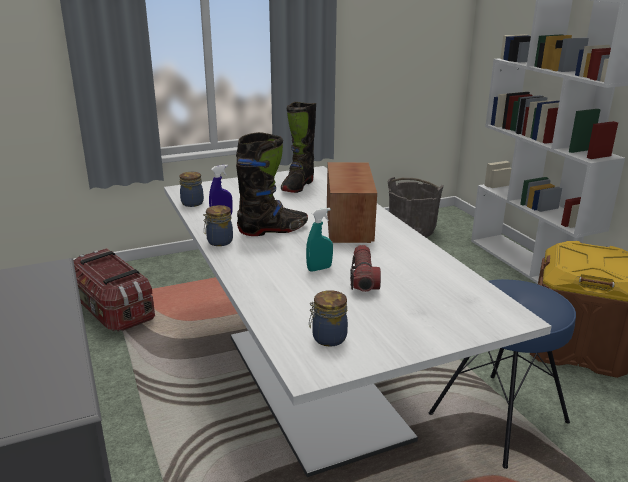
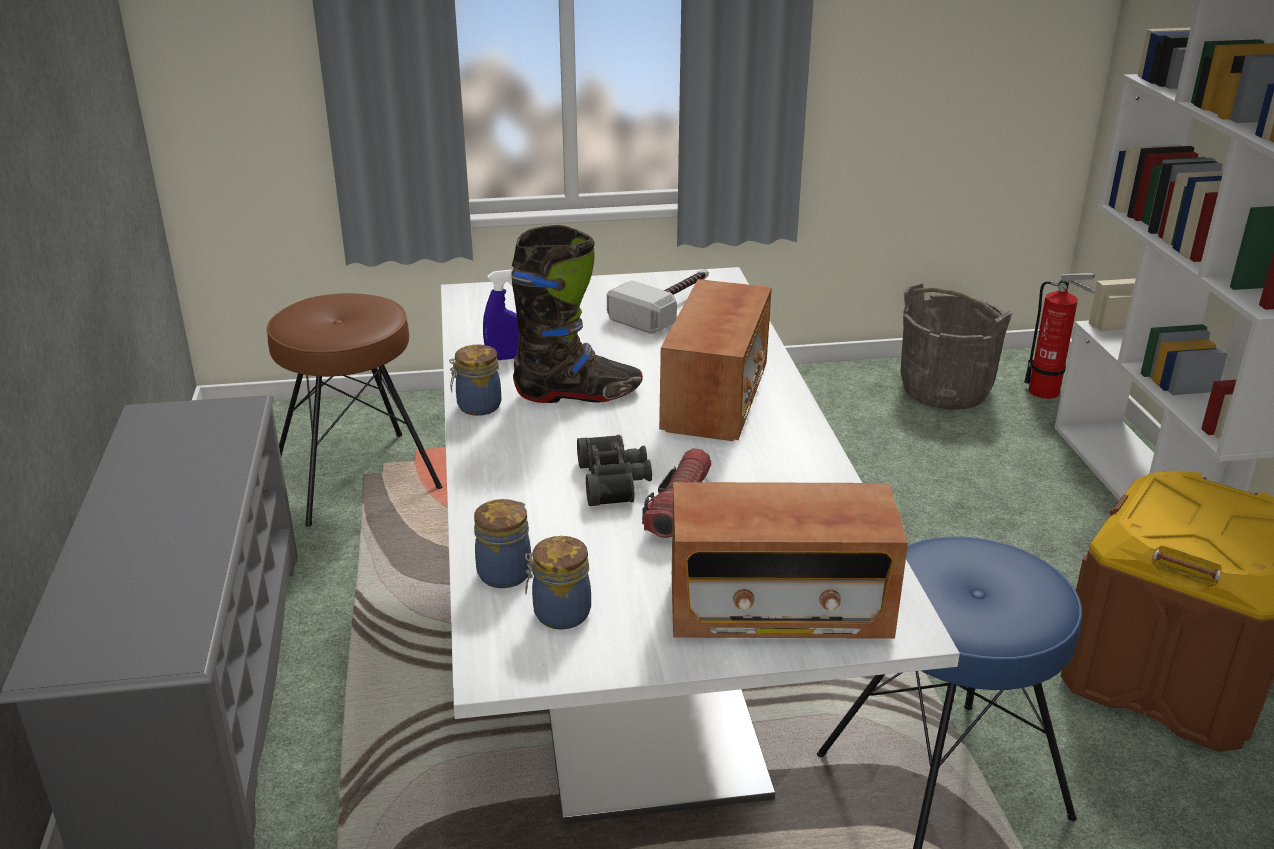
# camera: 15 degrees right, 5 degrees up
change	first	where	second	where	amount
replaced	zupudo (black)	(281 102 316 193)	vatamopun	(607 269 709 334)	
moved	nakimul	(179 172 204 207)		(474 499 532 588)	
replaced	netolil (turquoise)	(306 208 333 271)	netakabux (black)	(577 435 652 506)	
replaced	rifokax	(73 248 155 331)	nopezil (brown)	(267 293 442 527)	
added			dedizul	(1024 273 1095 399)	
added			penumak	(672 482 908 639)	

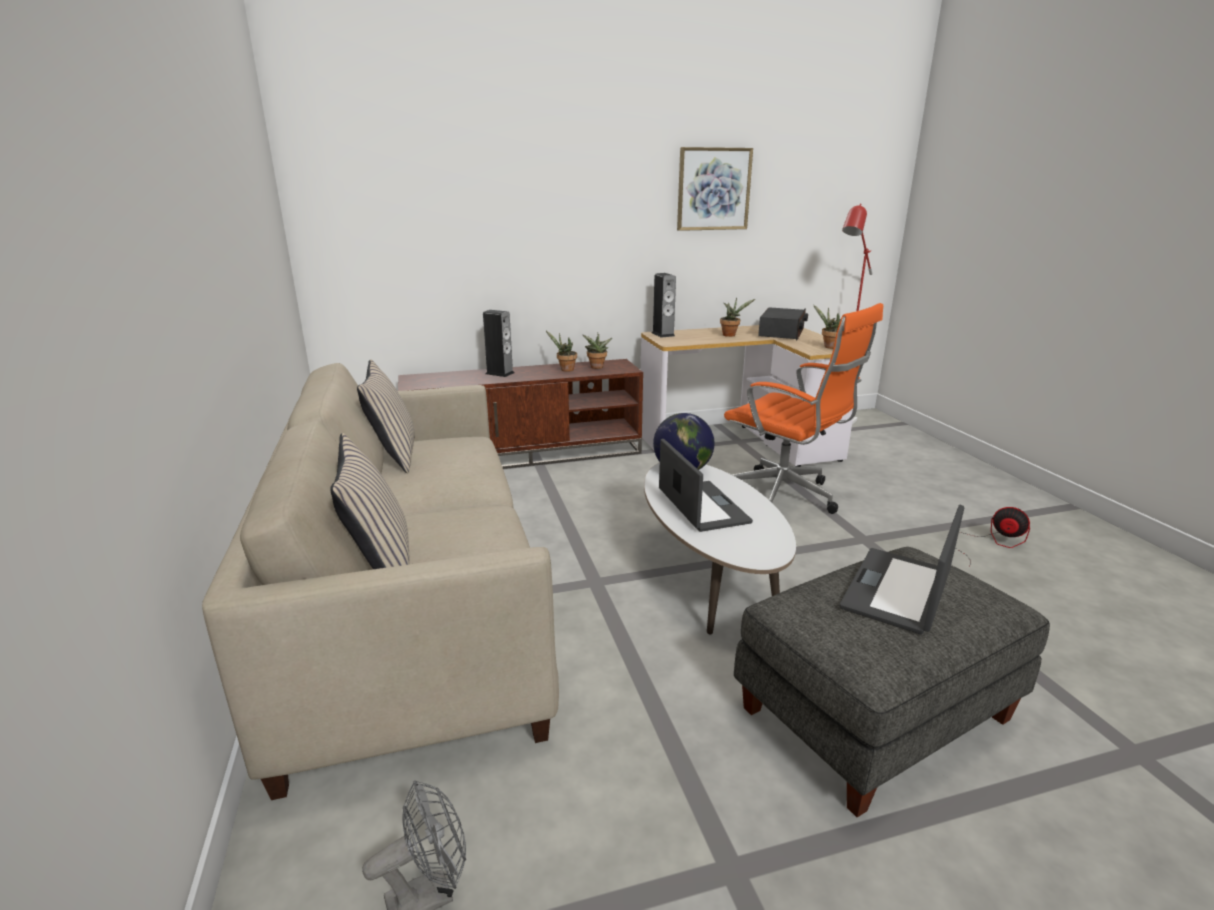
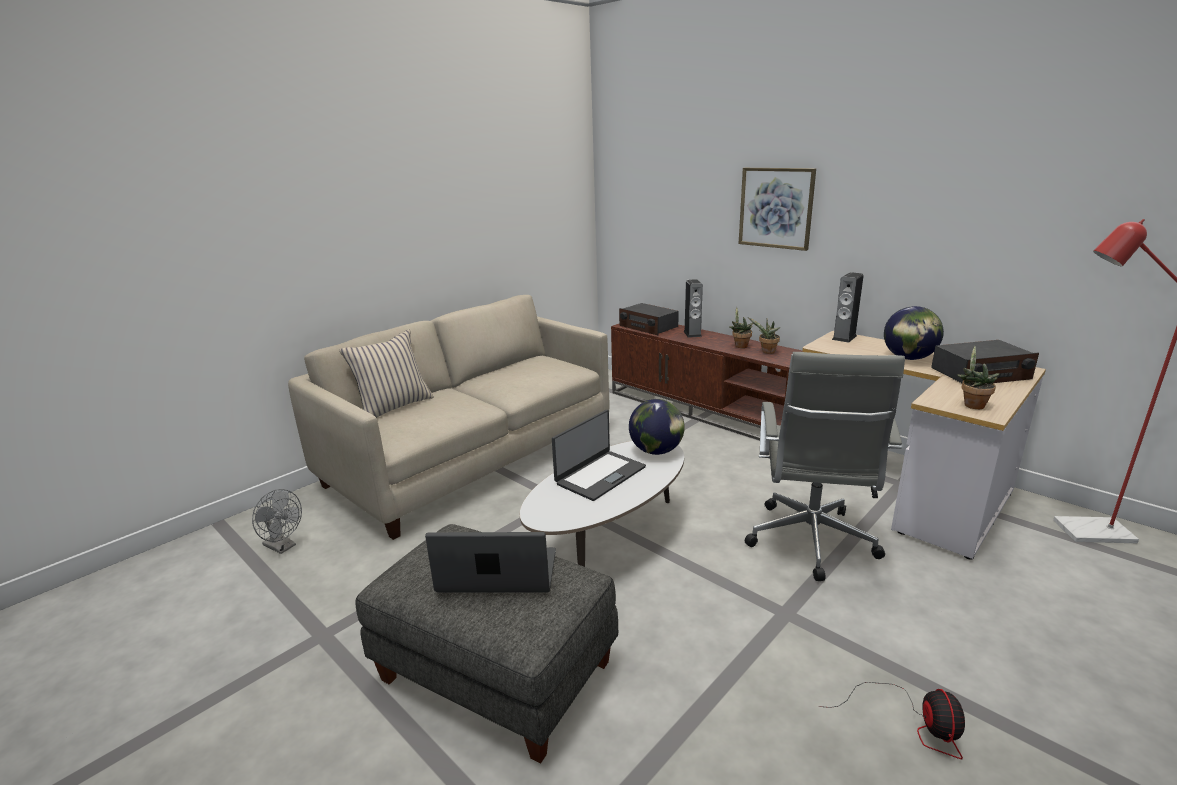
# camera: 60 degrees right, 0 degrees up
change	first	where	second	where	amount
moved	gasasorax	(677 147 753 231)		(739 168 816 251)	
replaced	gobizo	(720 298 755 337)	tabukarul	(884 306 944 360)	
recoloured	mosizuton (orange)	(724 303 883 514)	mosizuton (grey)	(745 352 905 581)	
removed	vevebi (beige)	(357 360 415 473)			
added			penumak	(619 303 679 335)	

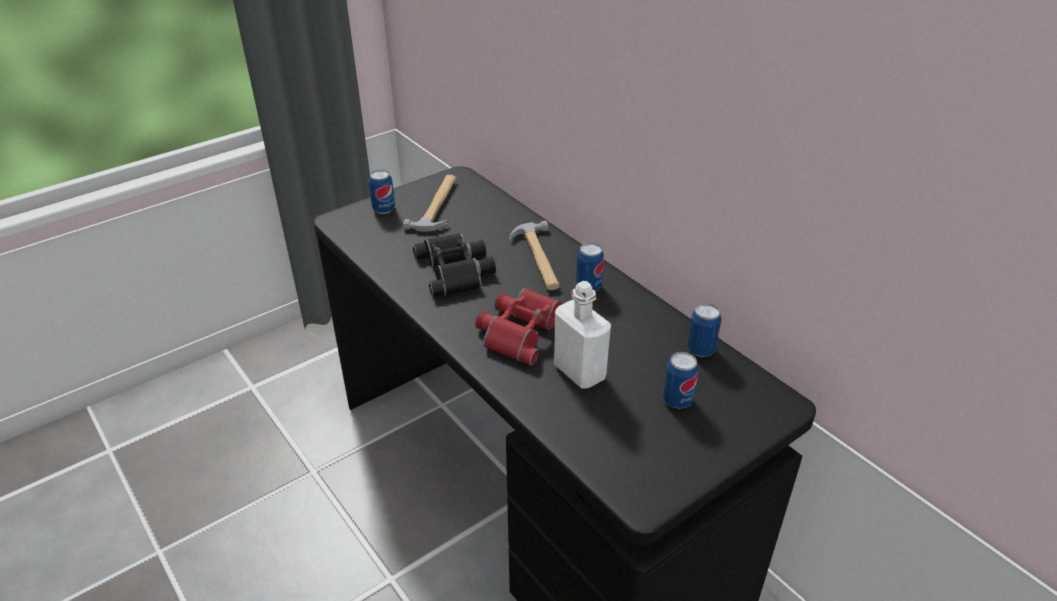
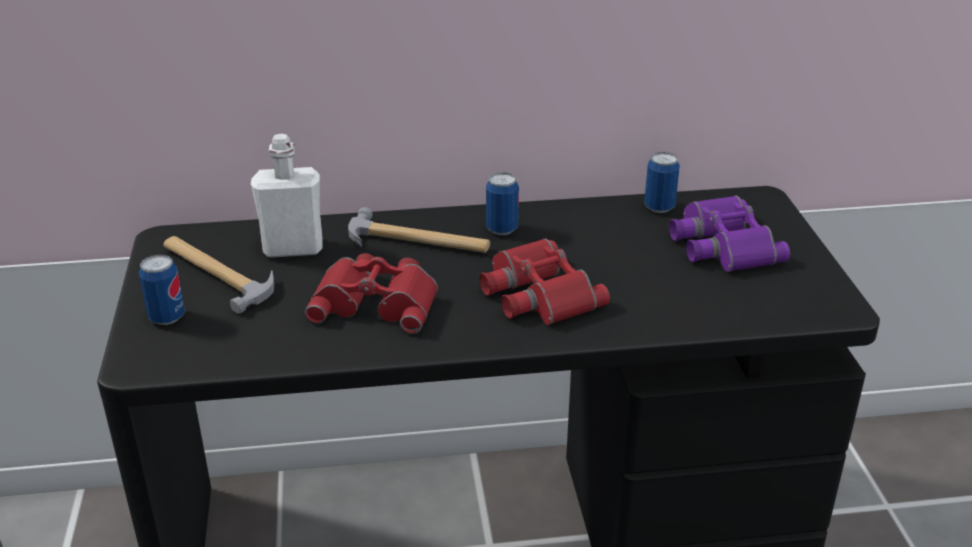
# camera: 60 degrees left, 5 degrees down
change	first	where	second	where	amount
recoloured	netakabux (black)	(413 233 496 297)	netakabux (red)	(305 253 438 334)	
moved	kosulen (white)	(554 281 611 389)		(251 134 323 258)	
replaced	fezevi	(663 352 699 409)	netakabux (purple)	(669 195 790 272)	

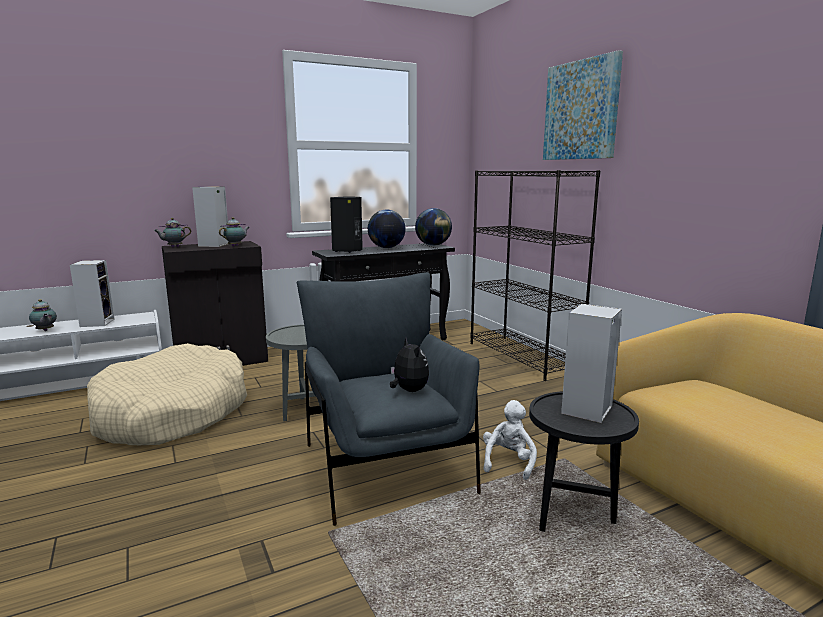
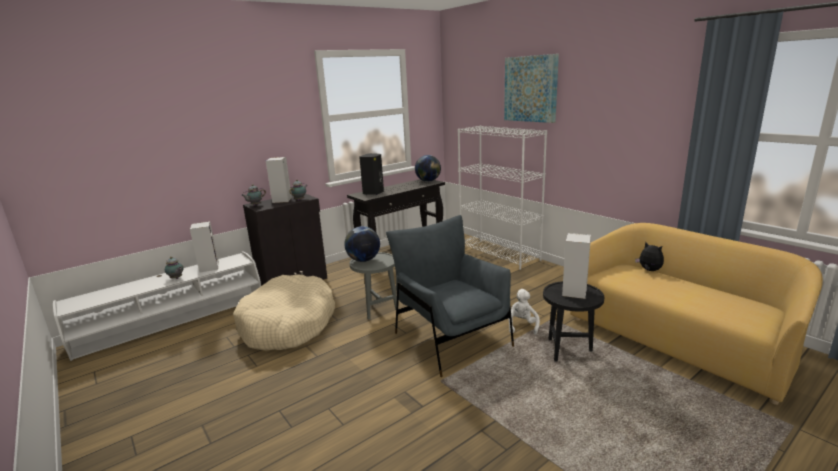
# camera: 10 degrees left, 5 degrees up
change	first	where	second	where	amount
recoloured	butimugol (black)	(470 170 600 381)	butimugol (white)	(458 125 547 270)	
moved	tabukarul	(368 210 406 248)		(344 226 380 262)	
moved	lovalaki	(390 338 429 392)		(635 242 664 271)	

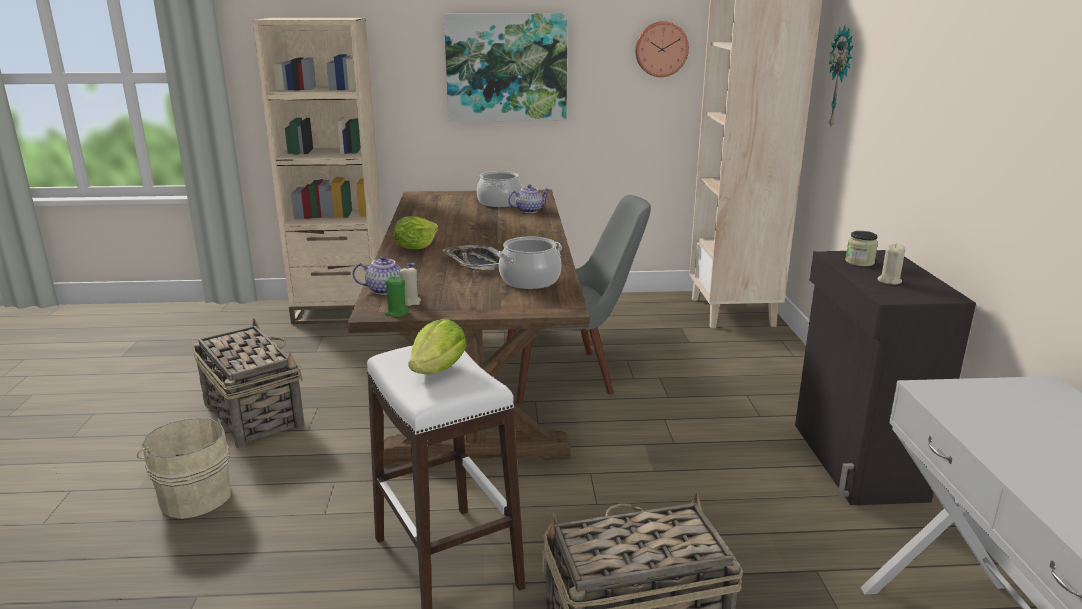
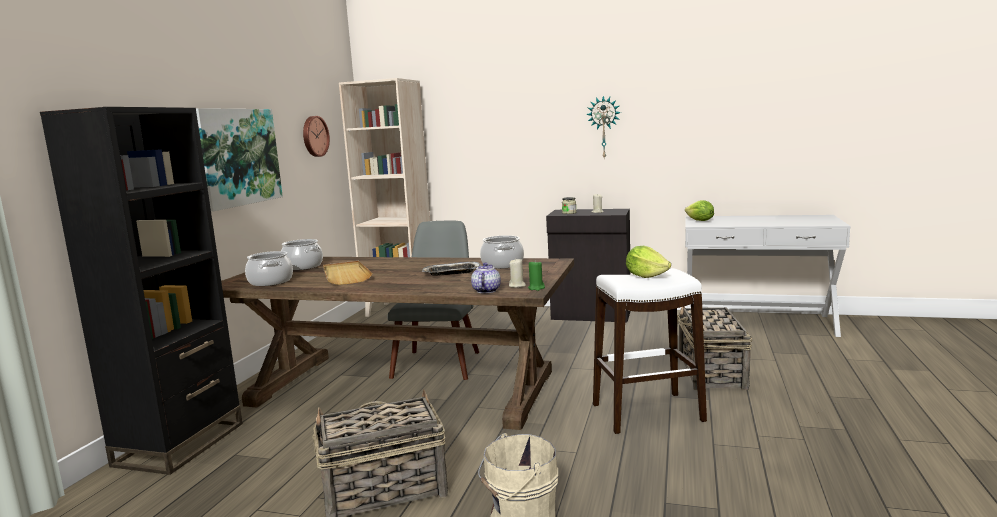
# camera: 70 degrees left, 10 degrees down
change	first	where	second	where	amount
recoloured	butimugol (beige)	(252 18 383 324)	butimugol (black)	(40 107 243 475)	
moved	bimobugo	(828 26 853 129)		(586 96 621 160)	
removed	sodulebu	(508 184 550 213)			
moved	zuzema	(394 216 438 249)		(685 200 714 221)	
added			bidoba	(245 251 293 286)	
added			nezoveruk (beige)	(323 261 372 285)	

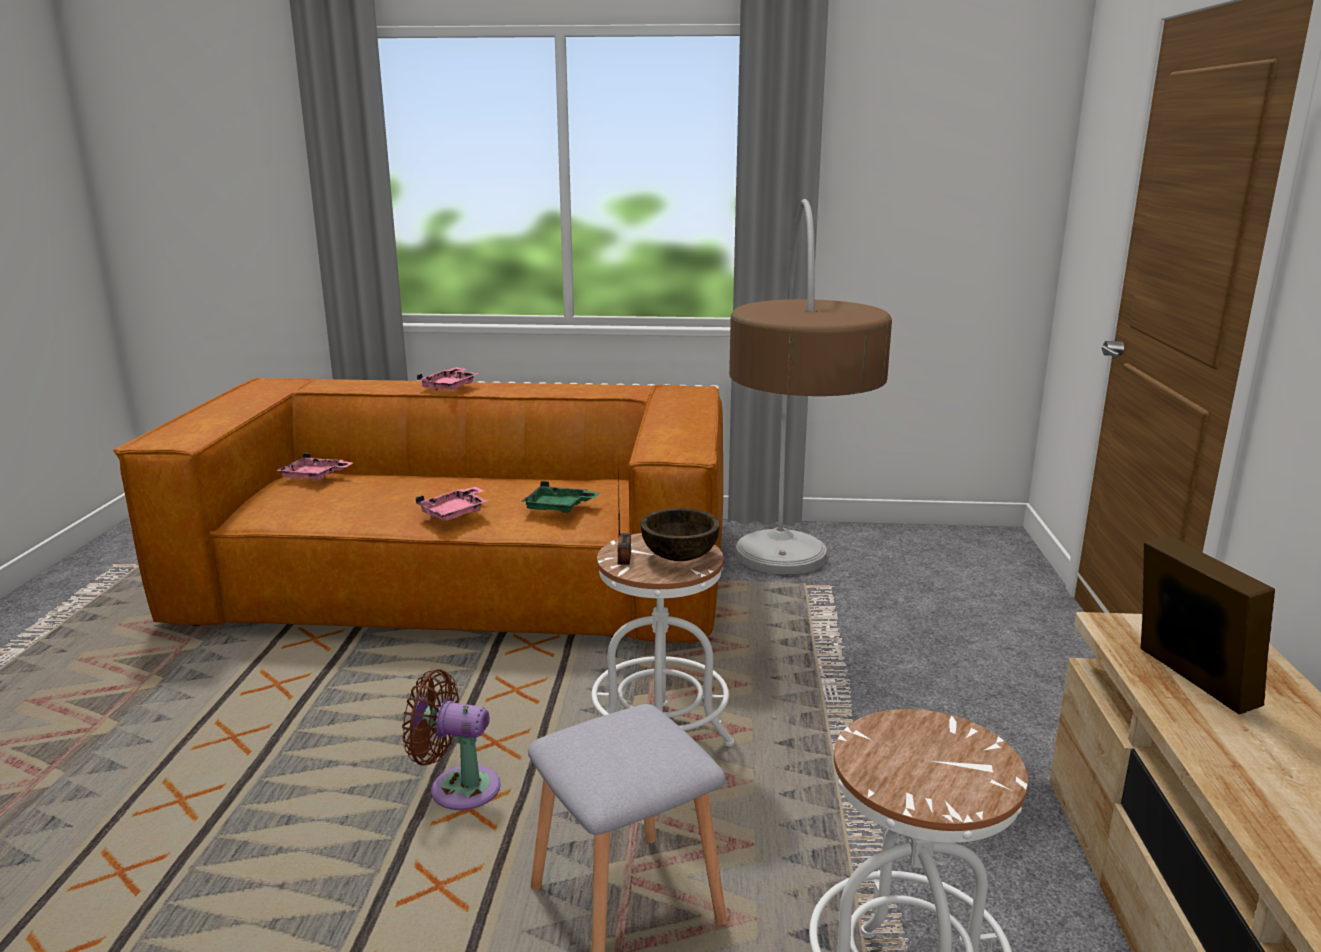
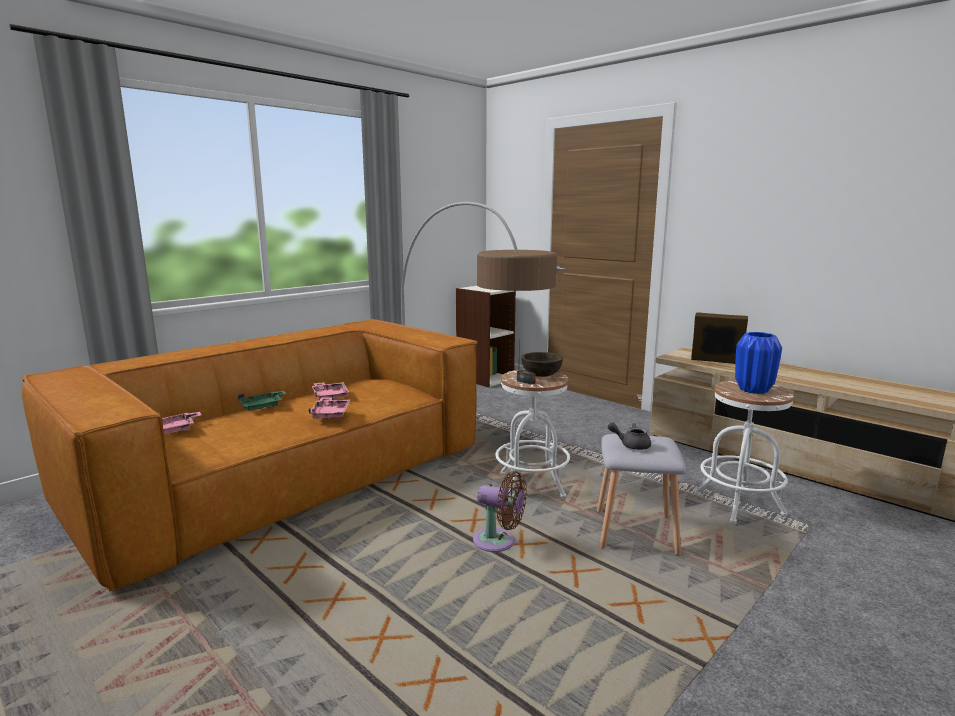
# camera: 50 degrees left, 5 degrees down
change	first	where	second	where	amount
moved	nezoveruk (pink)	(417 367 479 391)		(312 382 349 401)	
moved	nezoveruk (green)	(521 481 599 513)		(238 391 287 411)	
turned	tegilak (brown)	(402 669 501 810)		(473 471 527 552)	120 degrees counterclockwise
added			butimugol	(456 286 516 387)	
added			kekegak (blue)	(735 332 782 394)	
added			sodulebu (grey)	(608 422 651 450)	

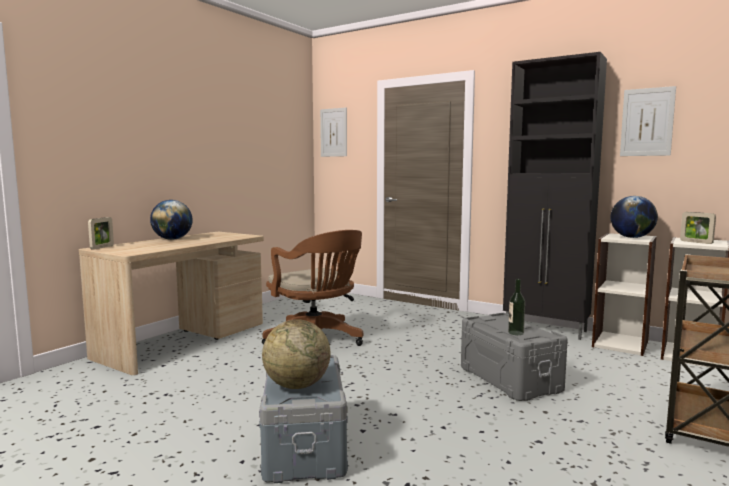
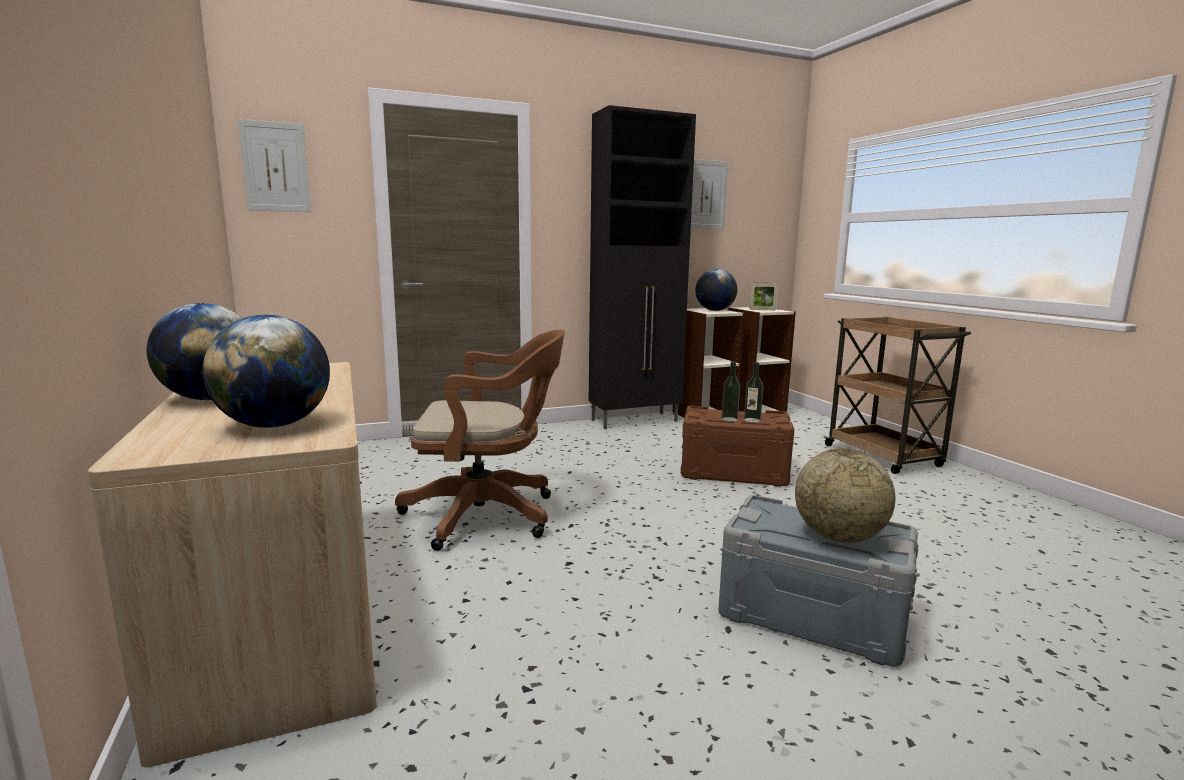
# camera: 55 degrees left, 5 degrees up
change	first	where	second	where	amount
removed	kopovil	(88 217 114 250)			
recoloured	rifokax (grey)	(461 313 568 401)	rifokax (brown)	(681 406 794 487)	
added			tabukarul	(203 315 330 428)	
added			kosulen	(722 361 740 422)	

